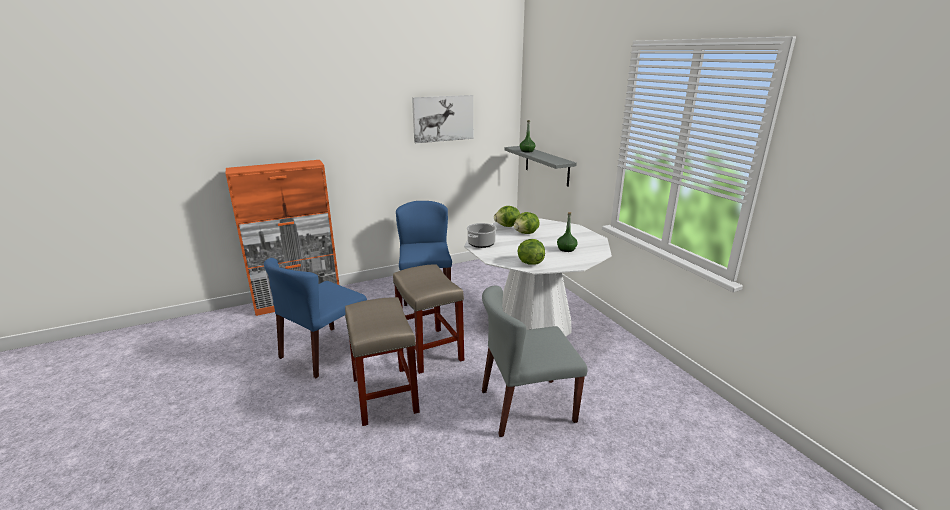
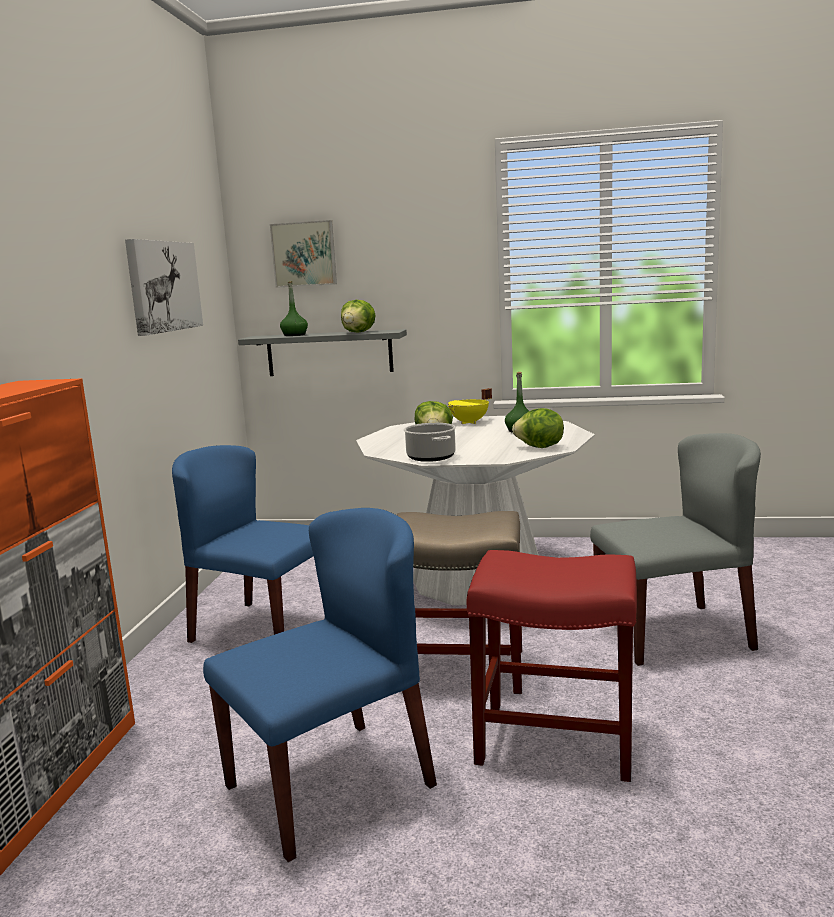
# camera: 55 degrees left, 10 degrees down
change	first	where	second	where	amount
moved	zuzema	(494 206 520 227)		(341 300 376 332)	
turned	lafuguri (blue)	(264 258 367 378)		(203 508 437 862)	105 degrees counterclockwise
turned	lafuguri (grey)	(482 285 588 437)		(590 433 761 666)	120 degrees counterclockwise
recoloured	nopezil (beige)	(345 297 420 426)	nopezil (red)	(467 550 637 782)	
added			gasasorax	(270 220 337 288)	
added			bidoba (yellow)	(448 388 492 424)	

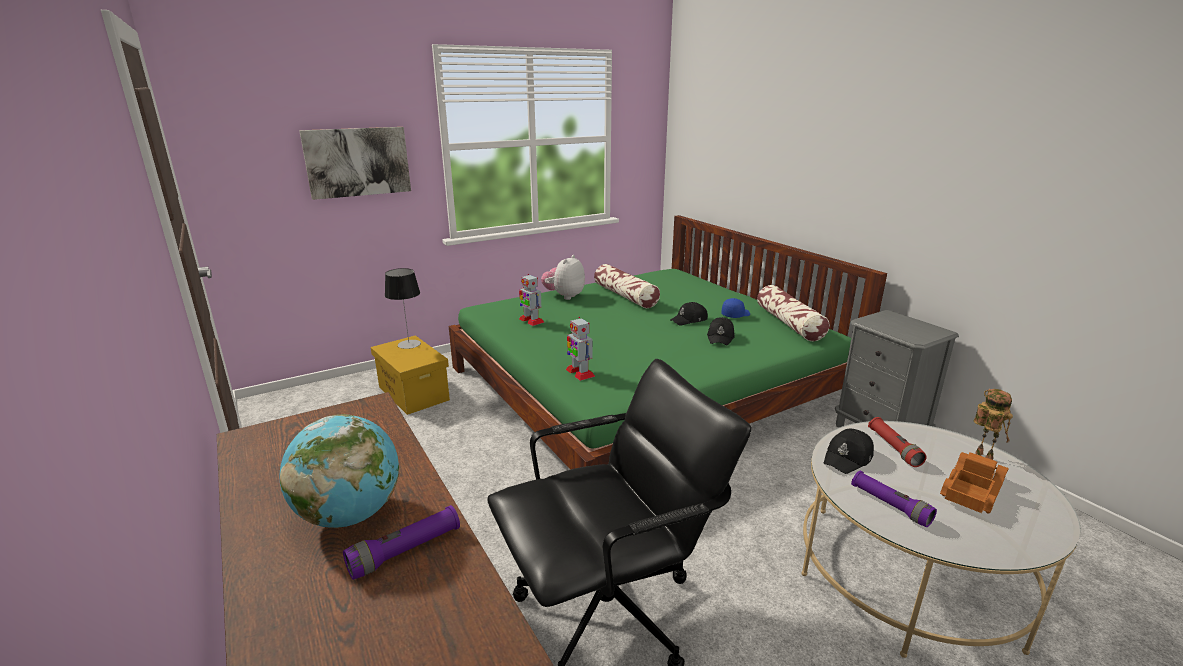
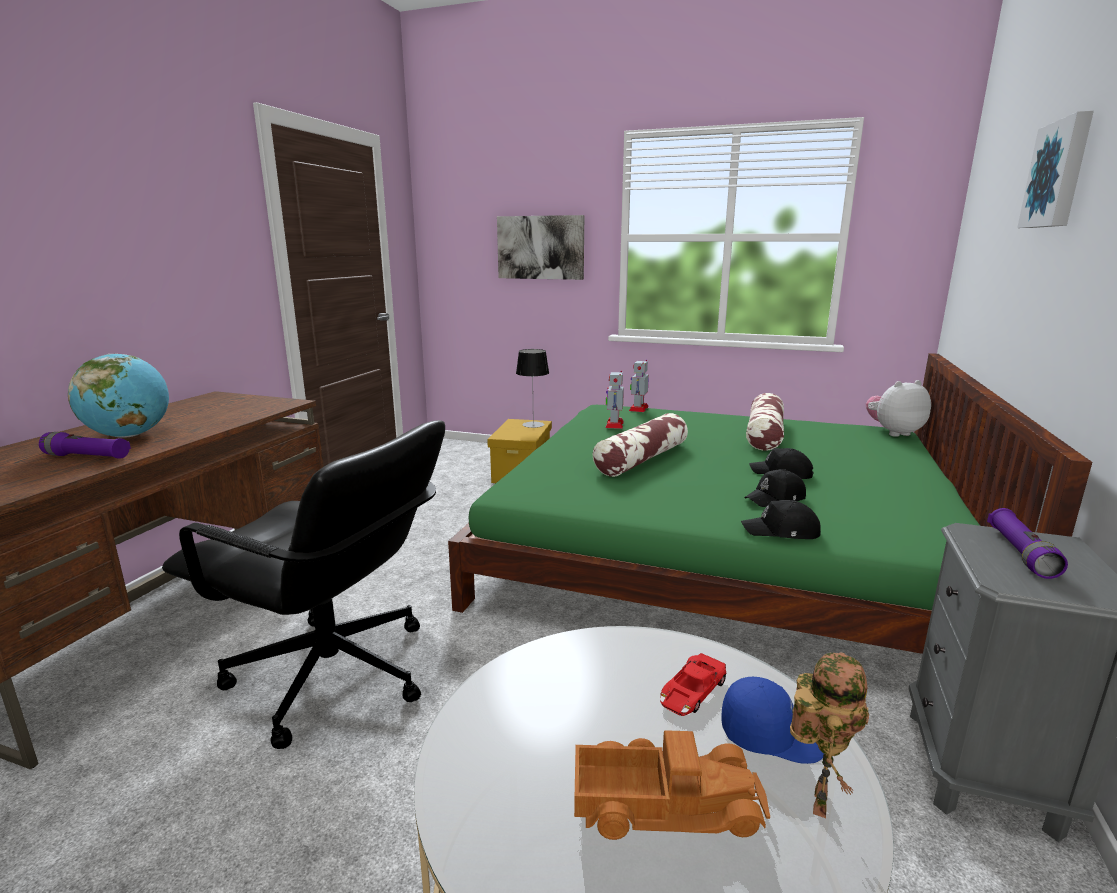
# camera: 50 degrees right, 5 degrees down
change	first	where	second	where	amount
moved	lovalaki	(541 255 585 300)		(866 380 931 437)	
moved	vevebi	(757 285 830 341)		(593 413 688 477)	
moved	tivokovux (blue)	(721 298 750 318)		(721 676 824 764)	
moved	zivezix	(566 317 595 381)		(629 360 649 412)	
replaced	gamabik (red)	(868 417 927 467)	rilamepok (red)	(660 653 726 716)	
moved	tivokovux (black)	(823 429 874 474)		(741 500 821 539)	
moved	gamabik (purple)	(851 471 937 527)		(987 508 1068 579)	
added			gasasorax	(1017 111 1094 228)	

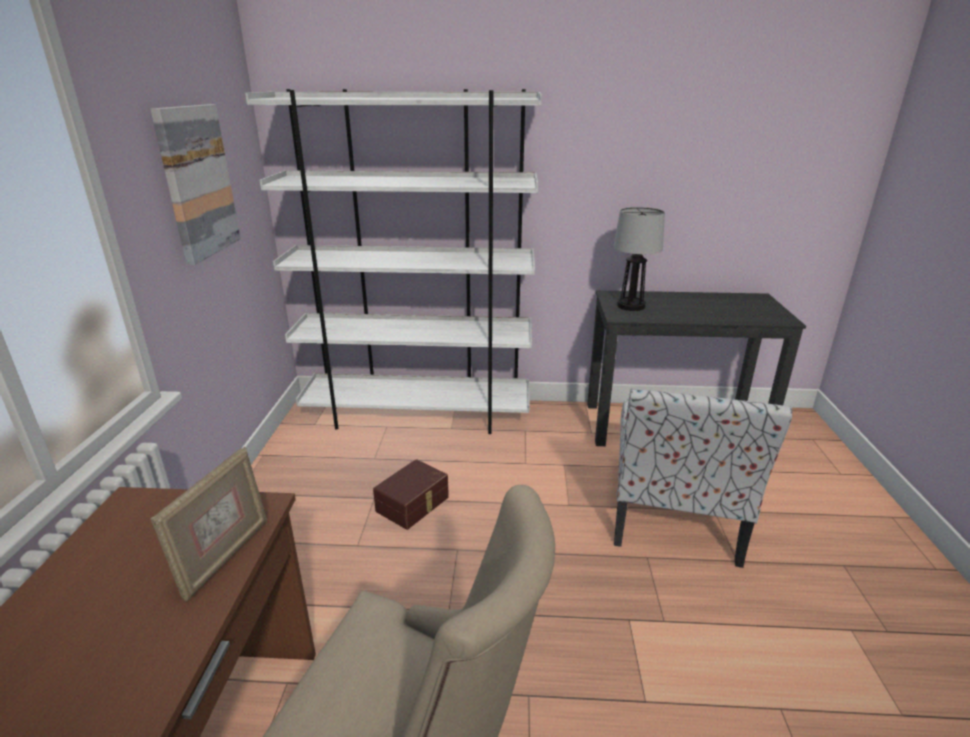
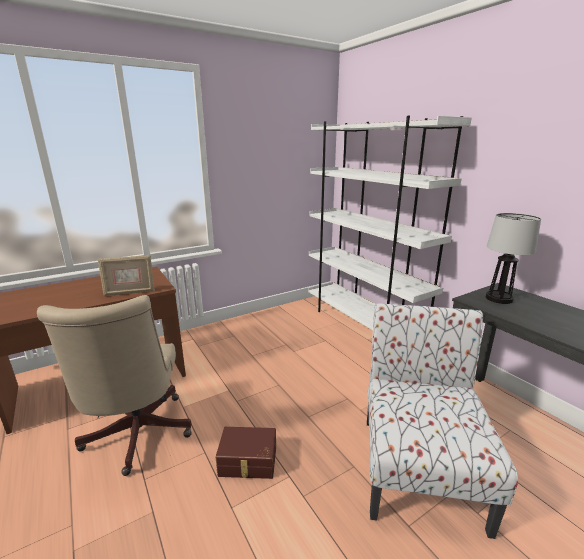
# camera: 55 degrees right, 5 degrees down
change	first	where	second	where	amount
removed	gasasorax	(150 104 241 265)			
turned	lafuguri	(614 388 792 568)		(367 304 518 539)	120 degrees clockwise
moved	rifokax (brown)	(373 459 449 530)		(216 427 276 479)	

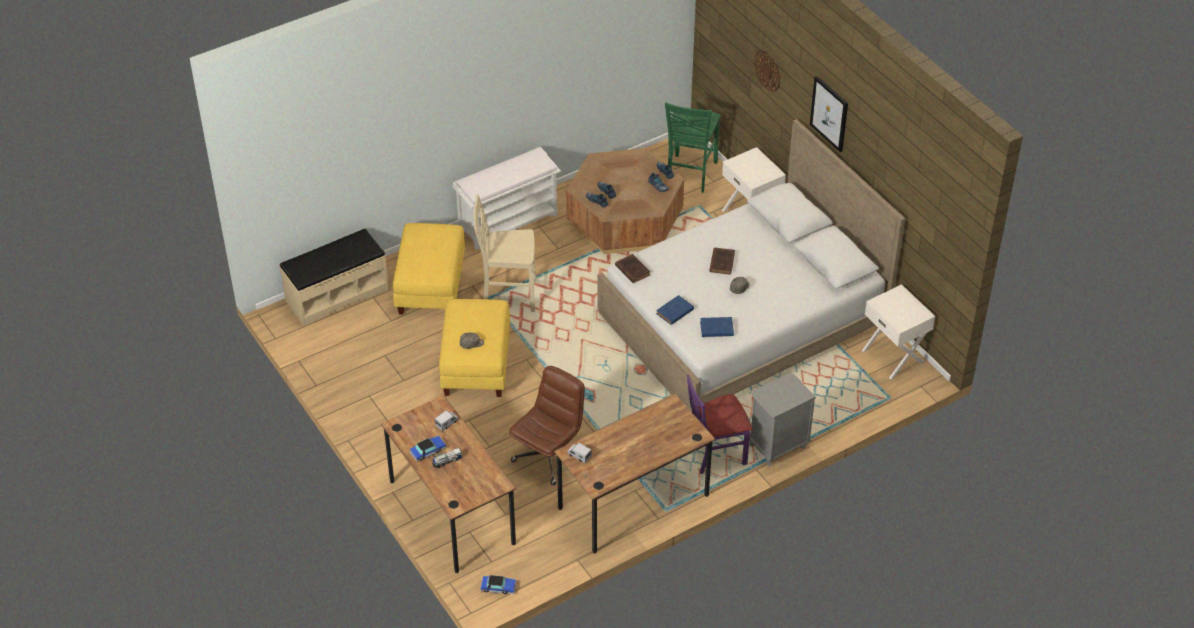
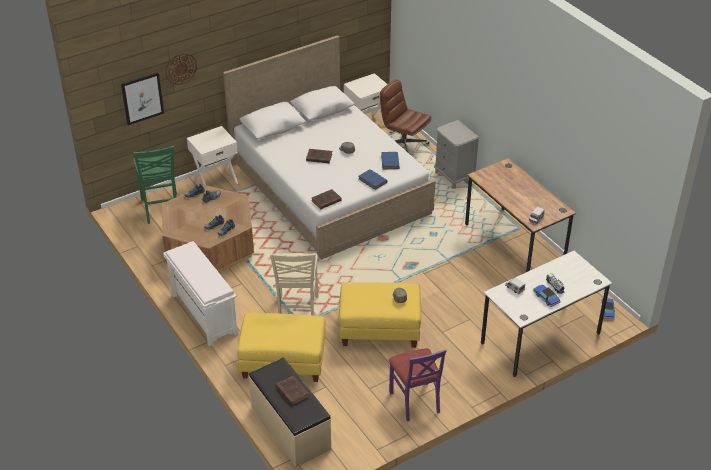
# camera: 90 degrees left, 5 degrees down
change	first	where	second	where	amount
moved	gasasorax	(810 76 848 152)		(121 72 164 125)	
turned	lafuguri (green)	(665 102 721 193)		(133 146 177 224)	60 degrees clockwise
moved	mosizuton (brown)	(509 366 585 485)		(380 79 432 152)	
moved	lafuguri (purple)	(687 375 752 474)		(389 348 447 421)	
recoloured	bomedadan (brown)	(381 395 516 573)	bomedadan (white)	(481 251 612 377)	
added			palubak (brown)	(276 376 309 405)	

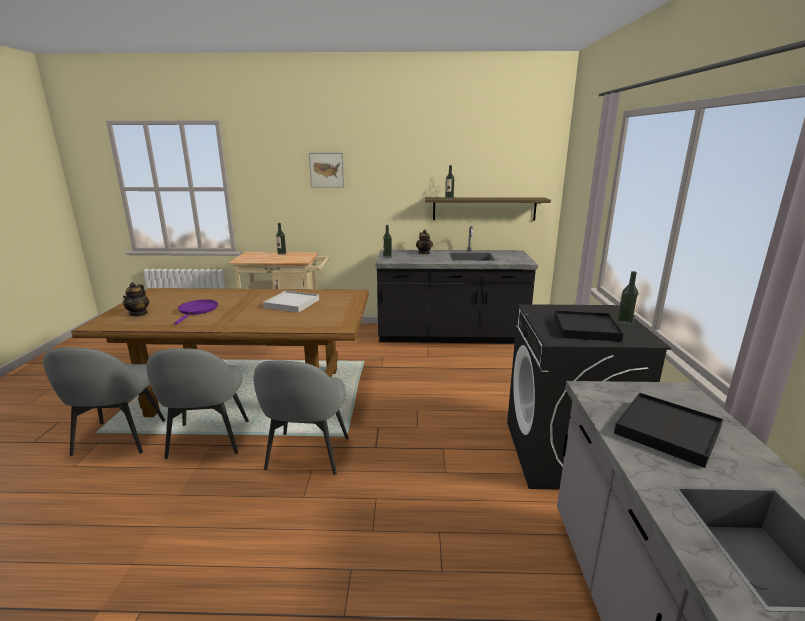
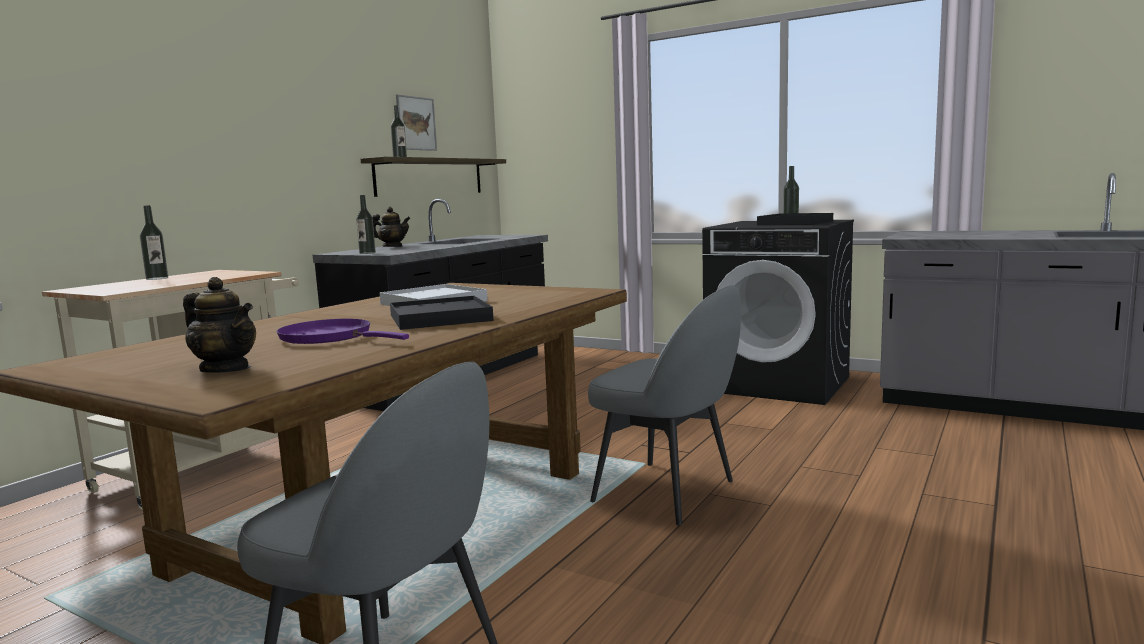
# camera: 60 degrees left, 10 degrees down
change	first	where	second	where	amount
moved	gasasorax	(309 153 344 188)		(396 94 437 151)	
removed	lafuguri (grey)	(146 348 249 459)			
moved	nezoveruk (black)	(614 393 723 468)		(390 296 494 330)	

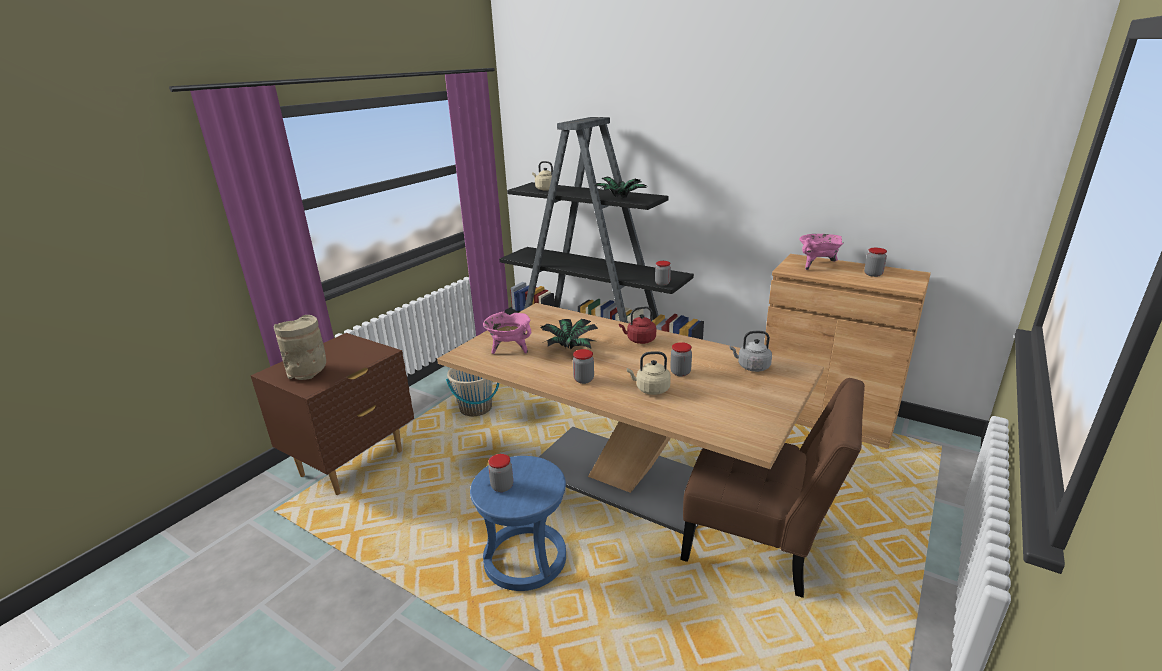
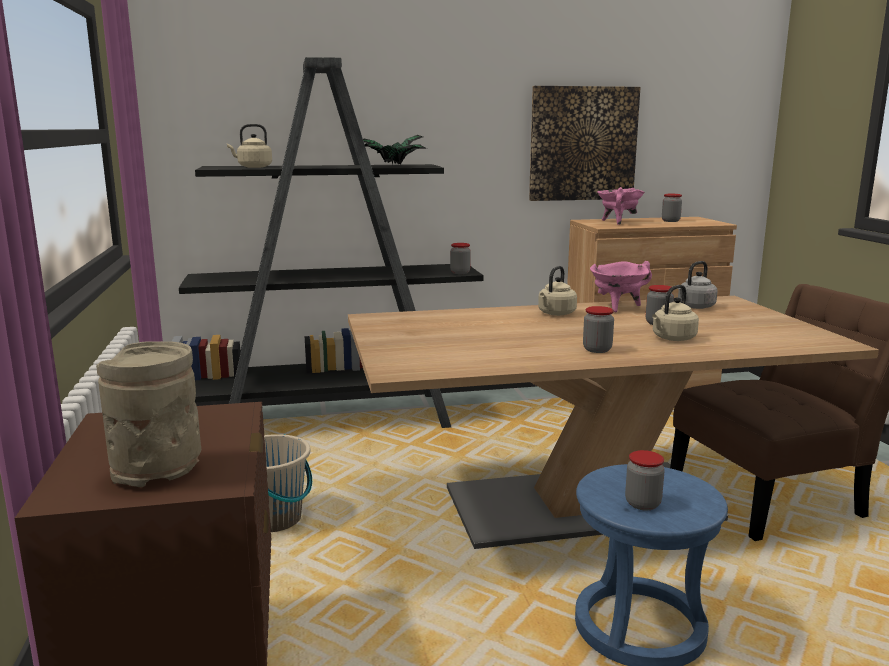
# camera: 45 degrees left, 10 degrees down
change	first	where	second	where	amount
recoloured	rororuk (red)	(619 306 656 344)	rororuk (beige)	(538 266 577 316)	
moved	bidoba (pink)	(483 312 532 354)		(590 261 652 312)	
removed	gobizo	(540 319 598 350)			
added			gasasorax	(529 86 640 201)	

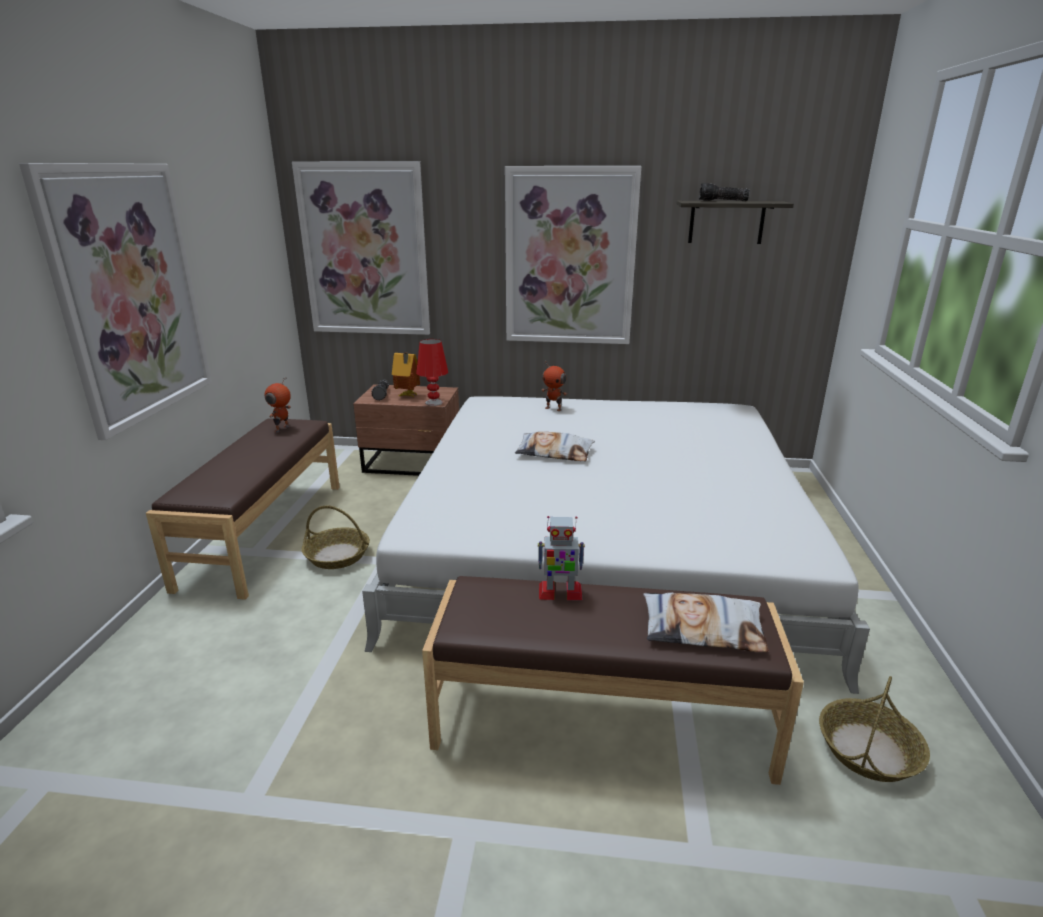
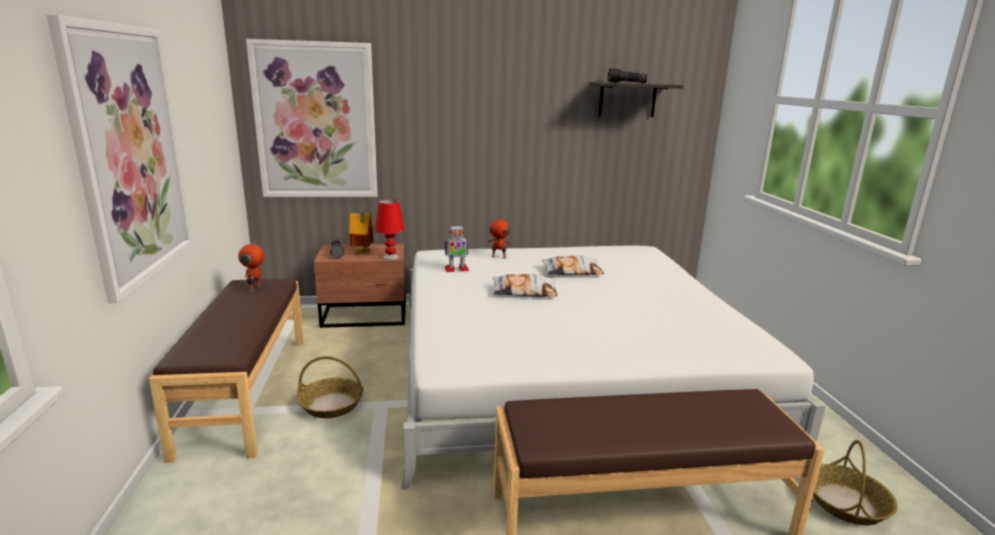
# camera: 15 degrees left, 5 degrees down
change	first	where	second	where	amount
removed	gasasorax	(505 166 641 344)			
moved	zivezix	(538 516 585 600)		(444 225 469 272)	
moved	vevebi	(643 593 769 652)		(541 256 604 275)	

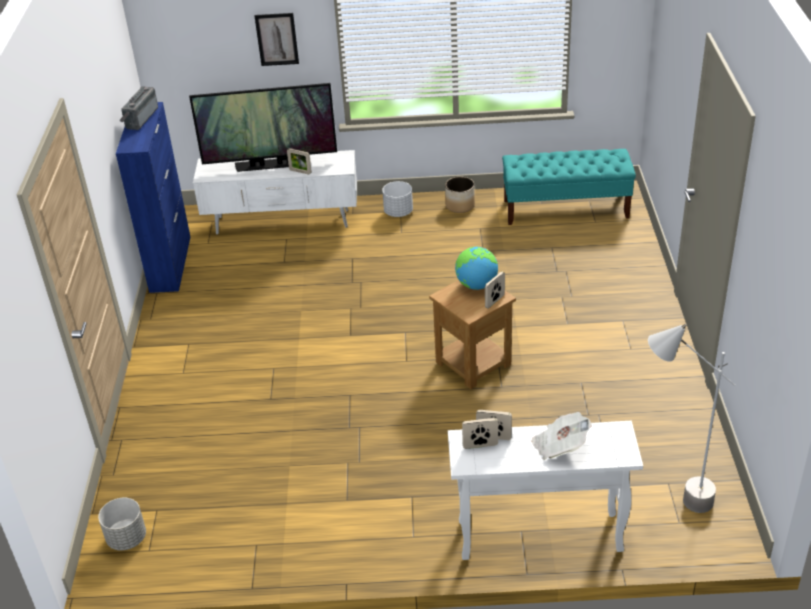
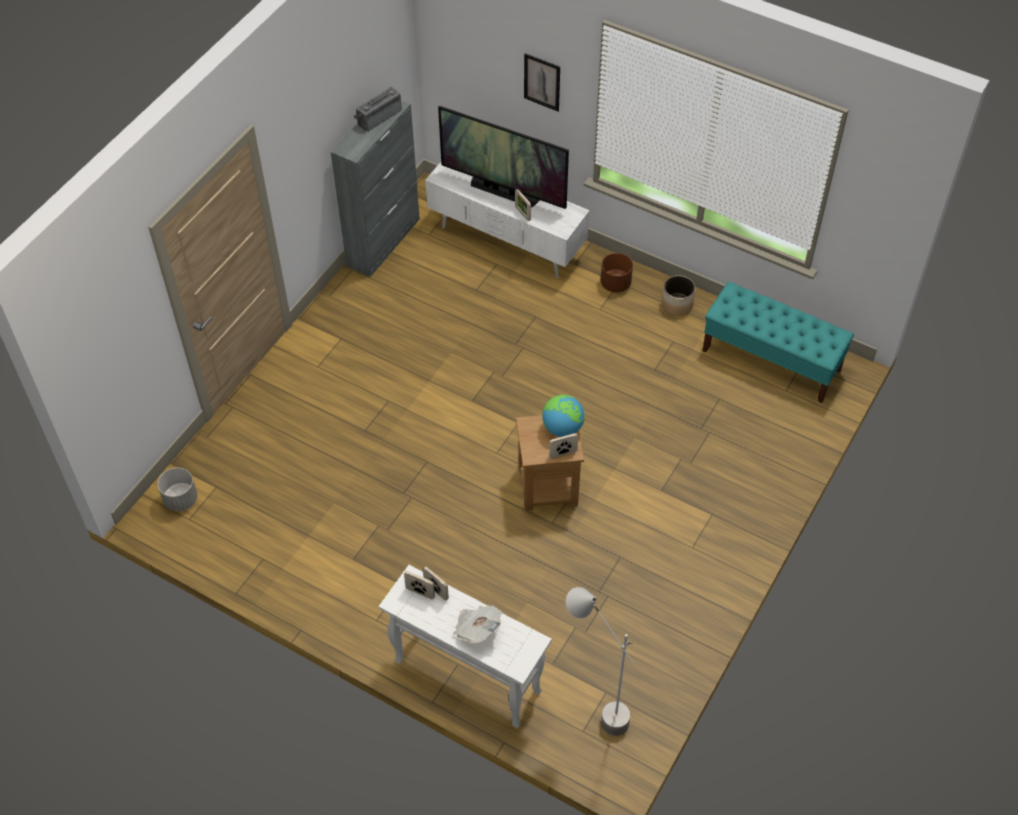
# camera: 30 degrees right, 15 degrees up
change	first	where	second	where	amount
recoloured	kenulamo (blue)	(116 102 190 293)	kenulamo (grey)	(331 100 420 277)	
recoloured	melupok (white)	(382 181 413 217)	melupok (brown)	(601 253 633 293)	

